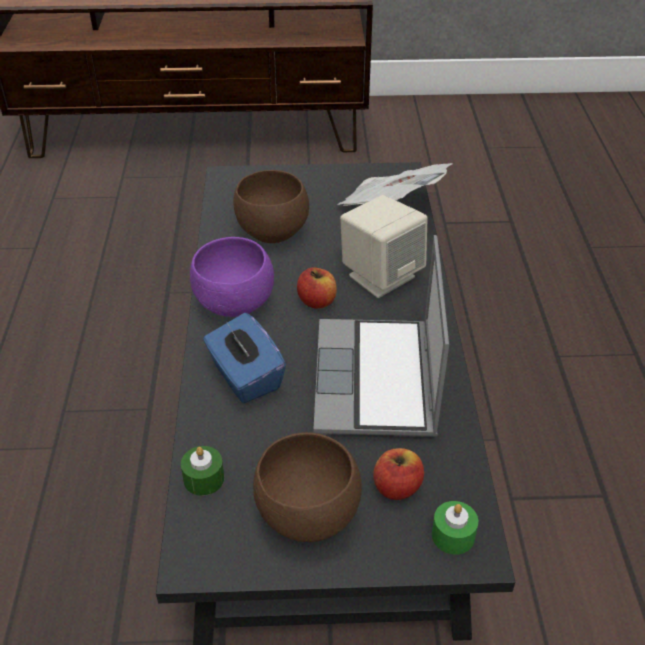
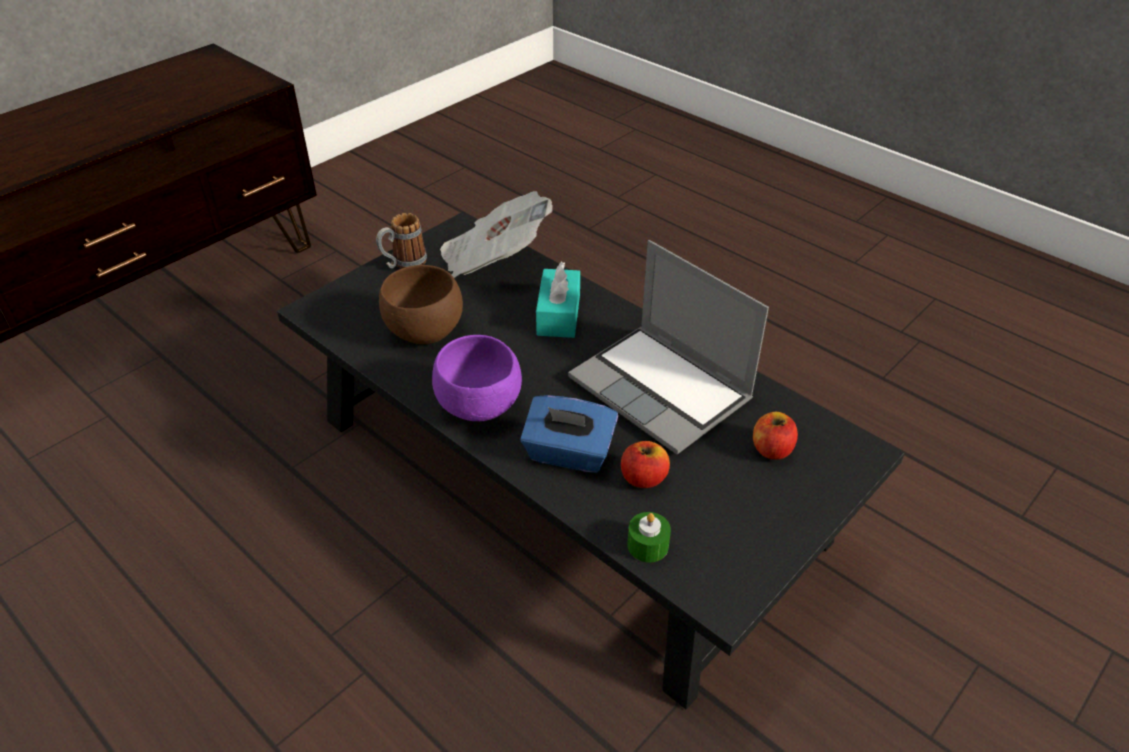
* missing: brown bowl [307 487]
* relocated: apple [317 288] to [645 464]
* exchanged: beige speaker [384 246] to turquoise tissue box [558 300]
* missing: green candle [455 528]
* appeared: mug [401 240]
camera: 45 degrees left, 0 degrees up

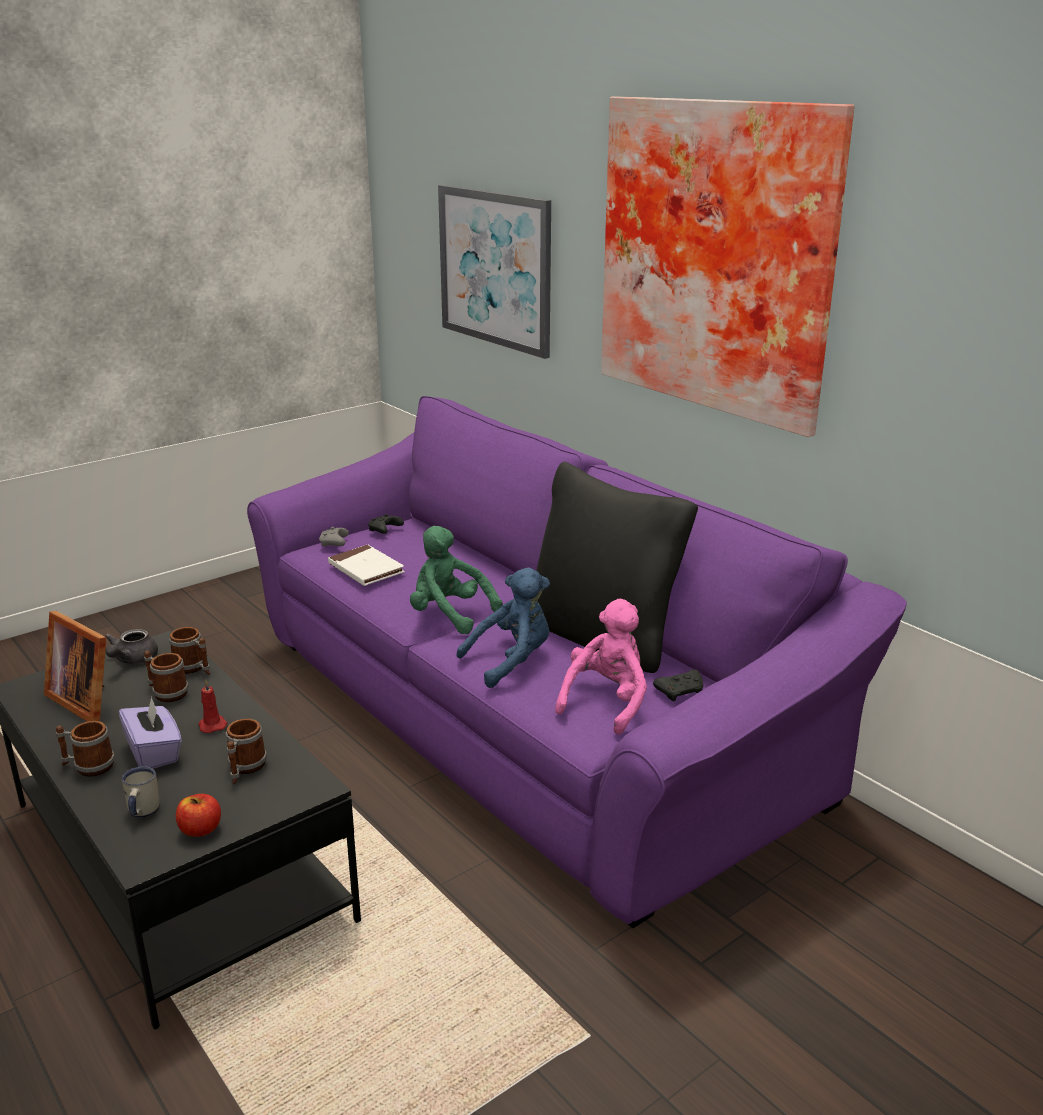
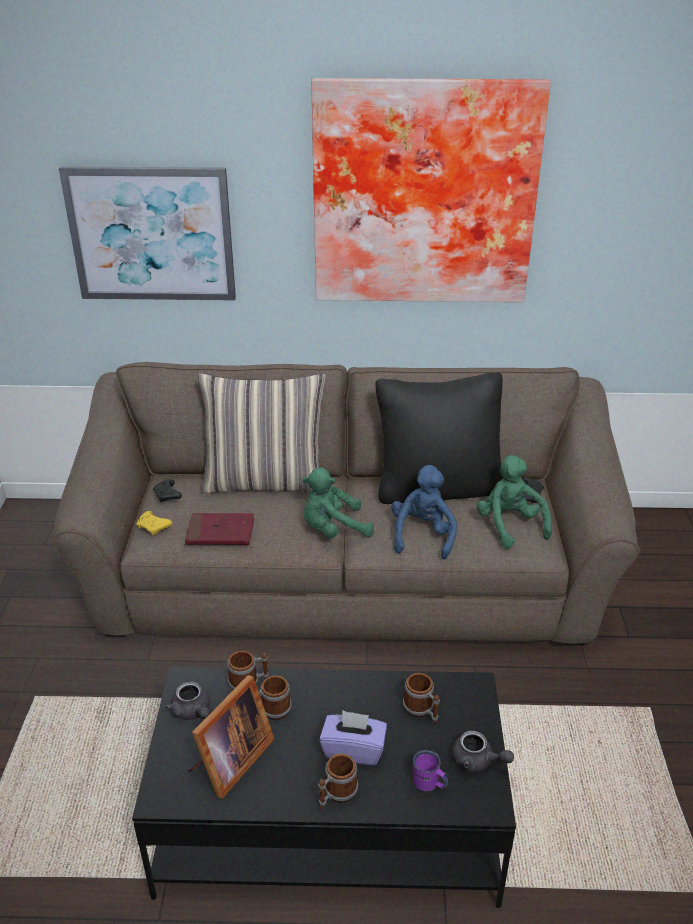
* spun: picture frame [75 666] = [231 737] 45 degrees counterclockwise
* colour: white mug [140 792] to purple mug [430 771]
* exchanged: apple [198 815] to grey teapot [483 751]
* missing: red candle [213 706]
* colour: purple sofa [577 662] to brown sofa [346 503]
* colour: grey game controller [334 537] to yellow game controller [154 523]
* colour: white book [366 565] to red book [220 529]
* colour: pink plush toy [601 667] to green plush toy [514 502]
* appeared: pillow [261 433]
camera: 50 degrees left, 10 degrees up

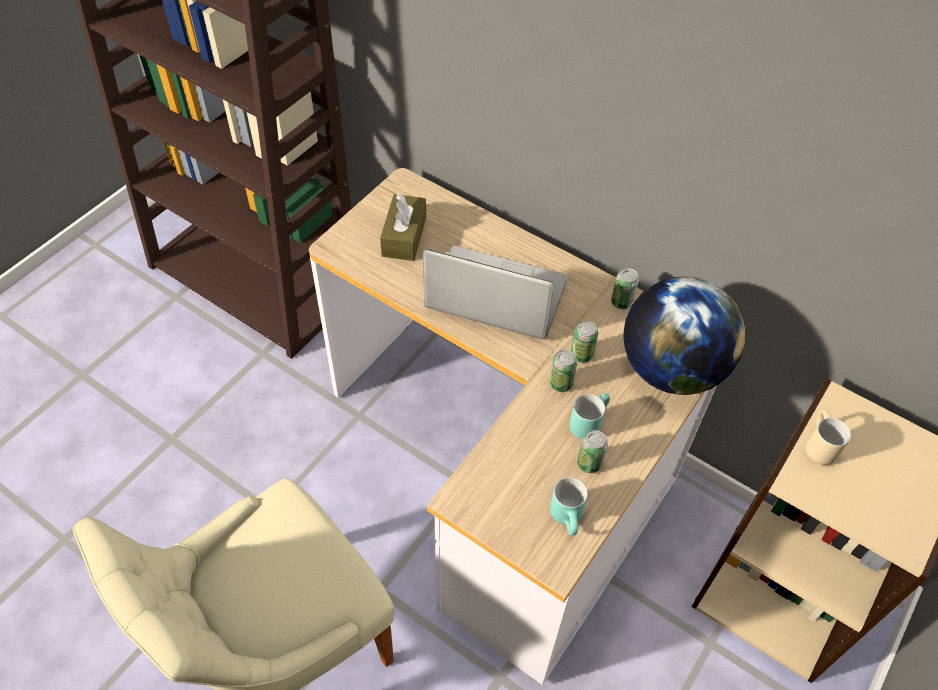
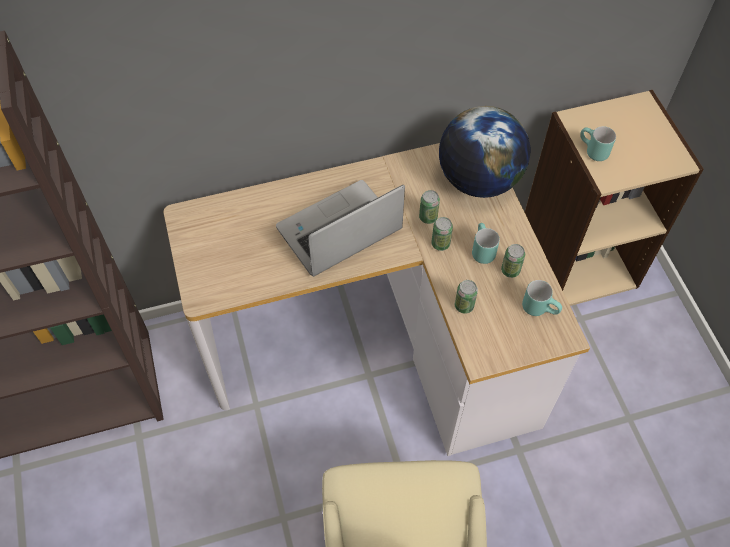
* missing: brown tissue box [403 227]
* relocated: can [625 288] to [466 297]
* colour: beige mug [828 437] to turquoise mug [598 143]
camera: 50 degrees left, 5 degrees up

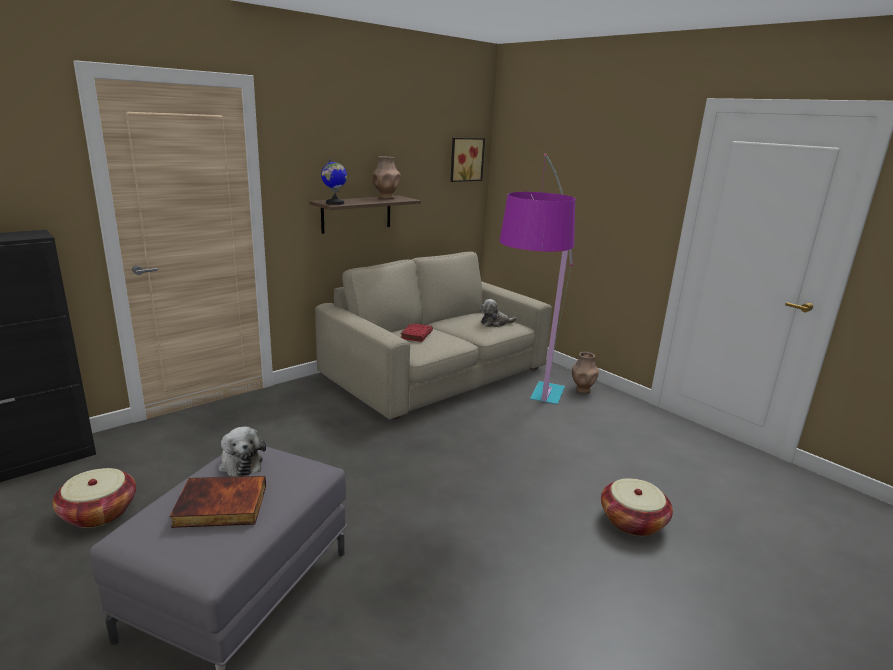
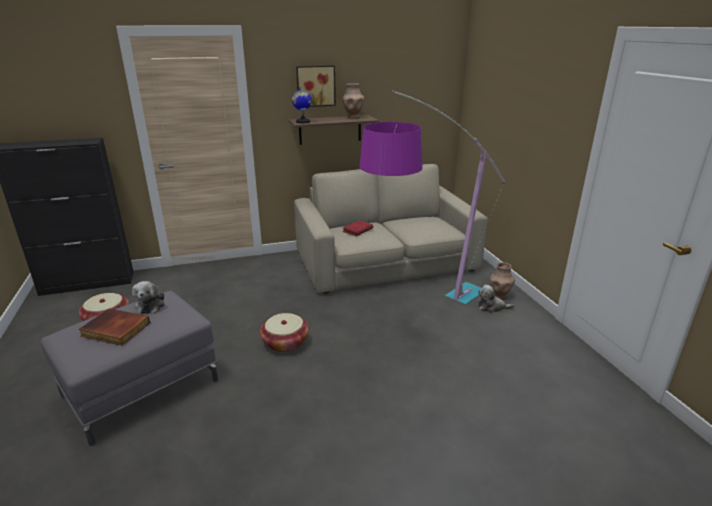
* relocated: picture [467 160] to [316 86]
* relocated: plush toy [499 313] to [496 299]
* relocated: basket [637 507] to [284 333]
camera: 25 degrees right, 5 degrees up

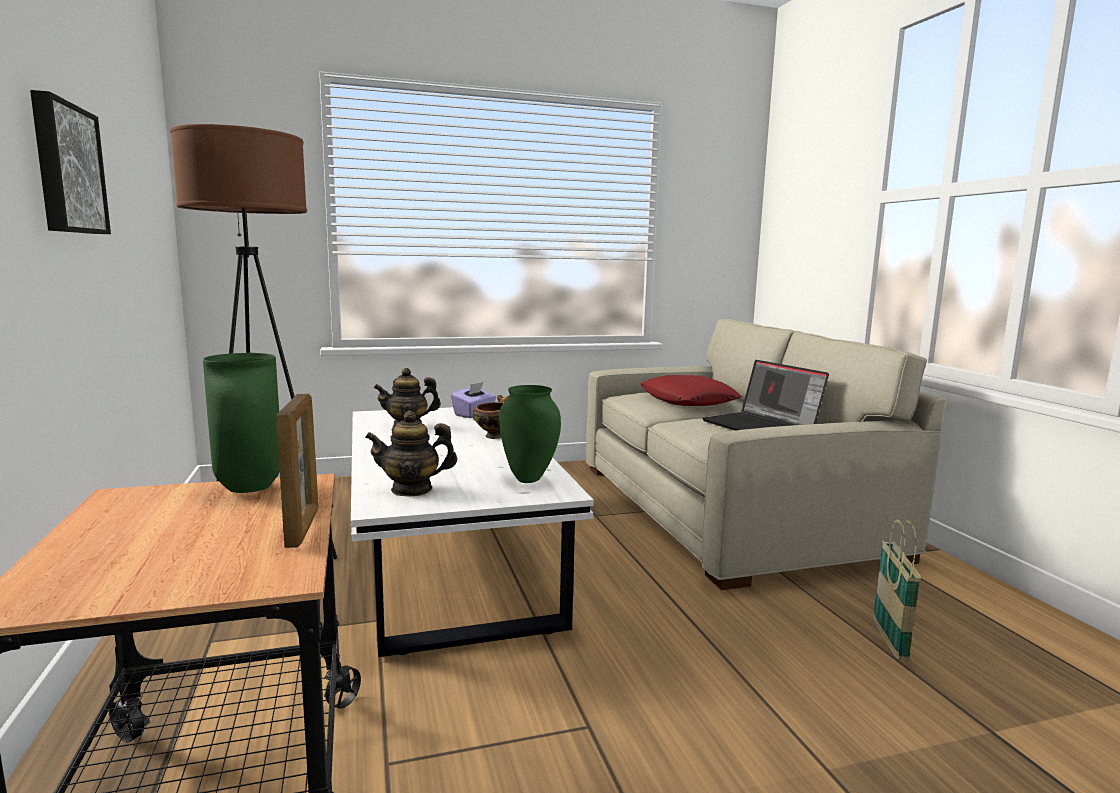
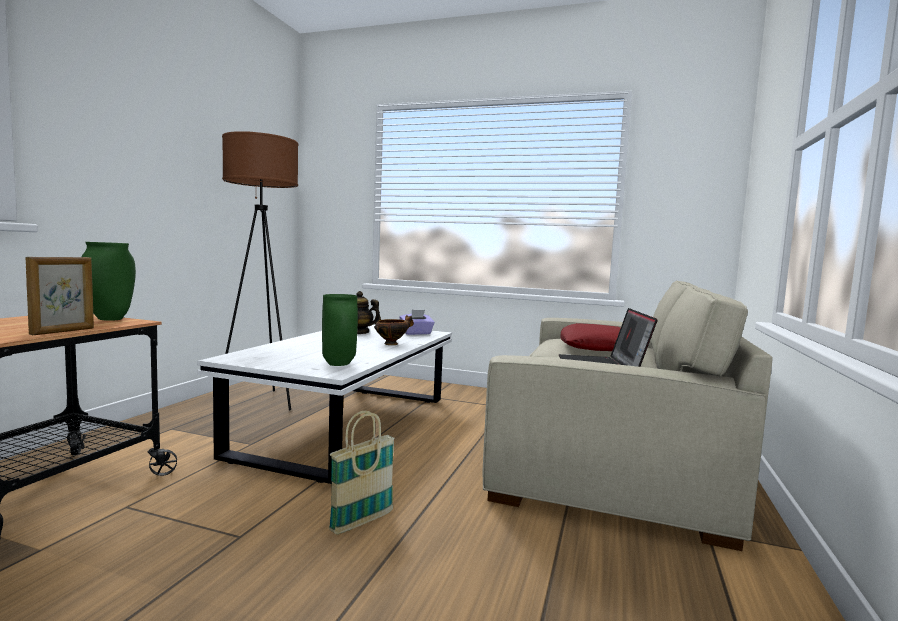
* missing: picture [70 162]
* missing: teapot [411 454]
* relocated: basket [897 589] to [362 472]
camera: 35 degrees right, 5 degrees down

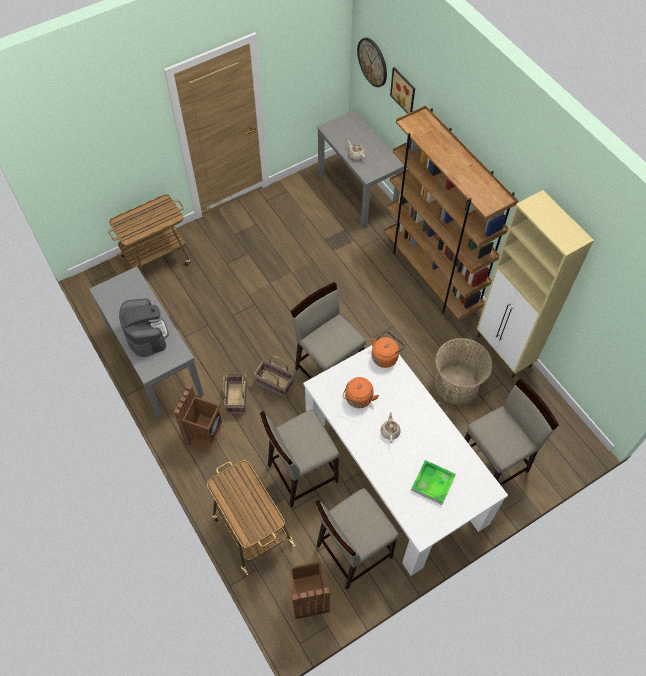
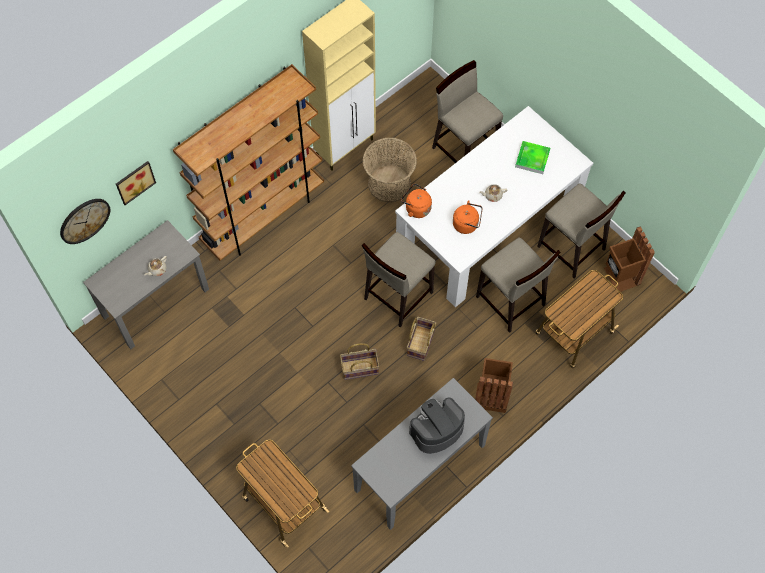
* relocated: basket [235 393] to [359 361]
camera: 100 degrees left, 5 degrees up

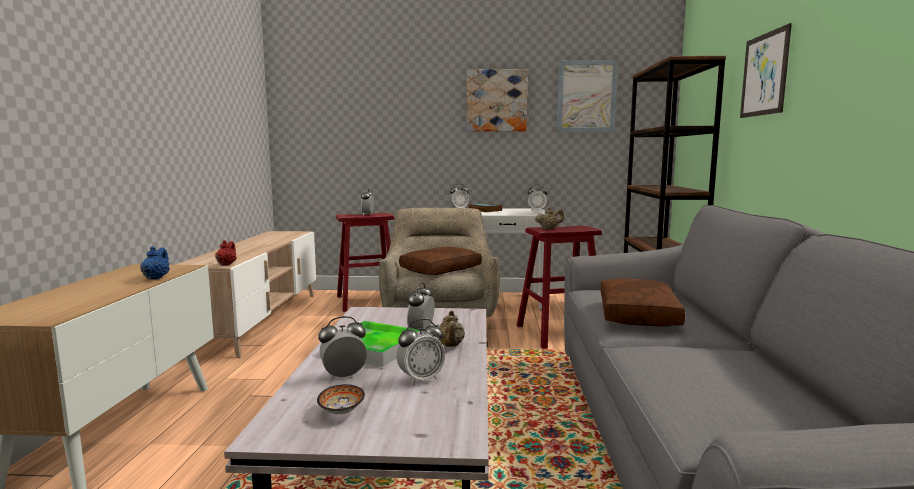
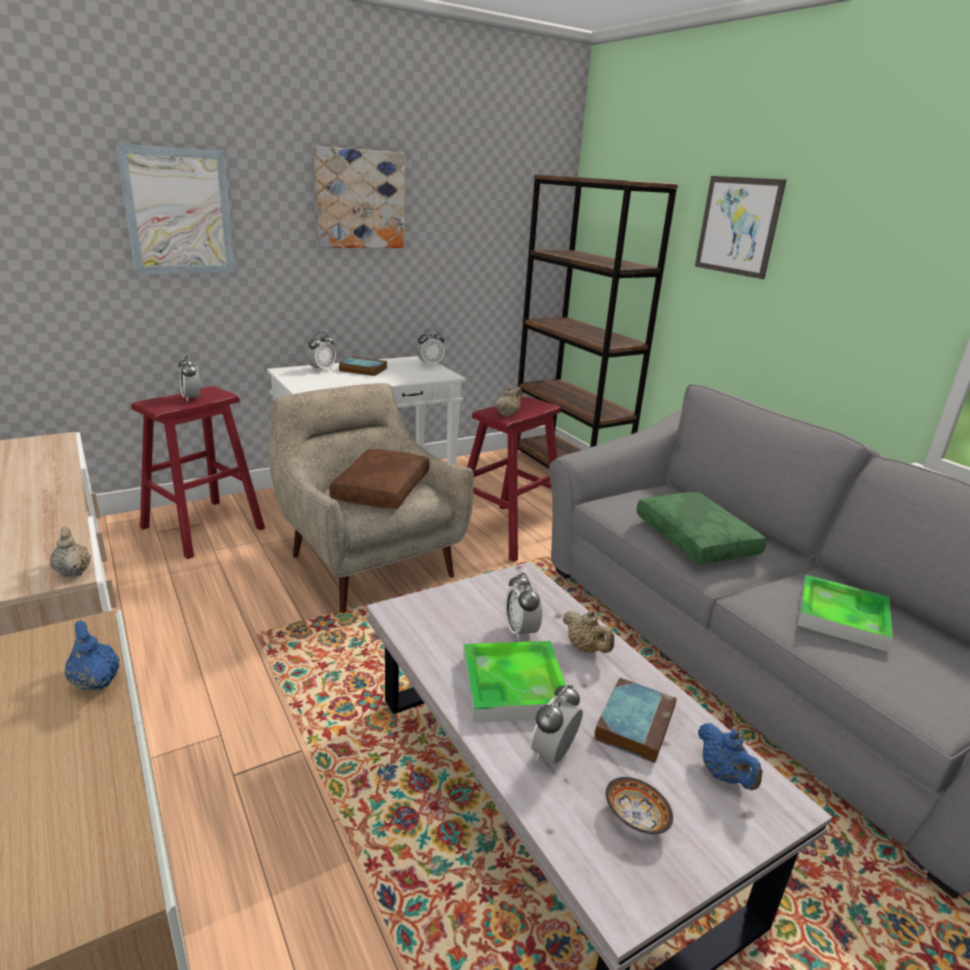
* colour: red teapot [226 253] to beige teapot [70 552]
* exchanged: alarm clock [421 351] to book [635 720]
* relocated: picture [587 96] to [175 209]
* colour: brown pillow [643 302] to green pillow [701 528]
* appeared: blue teapot [730 756]
* appeared: tray [845 613]
camera: 35 degrees left, 15 degrees up

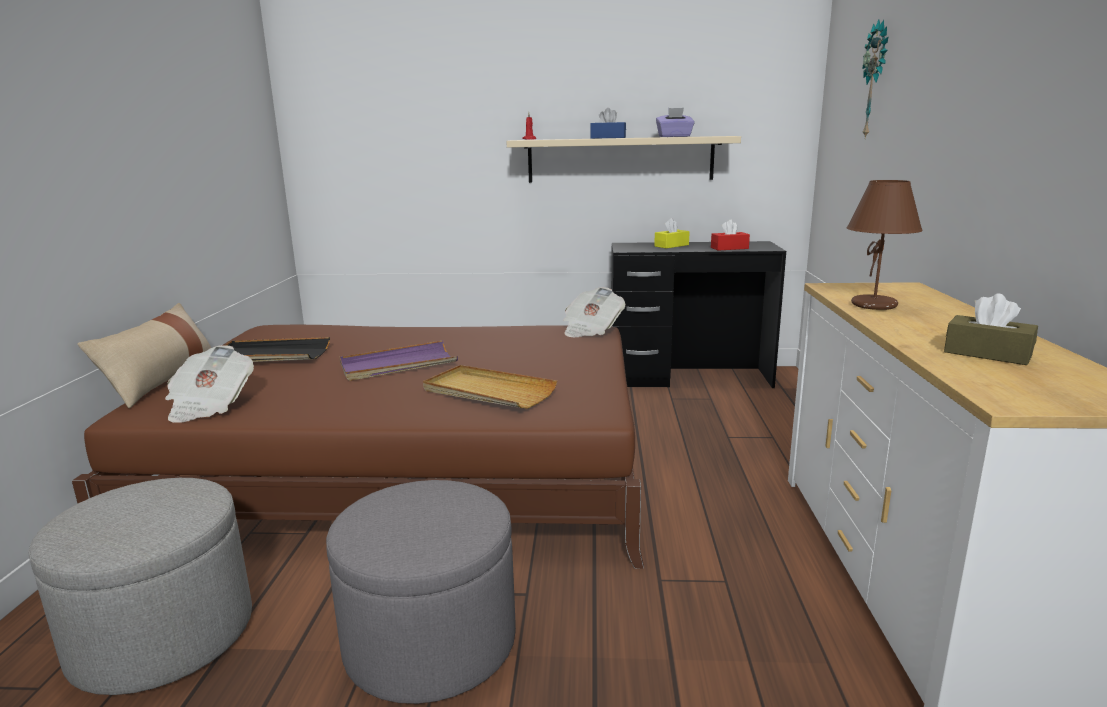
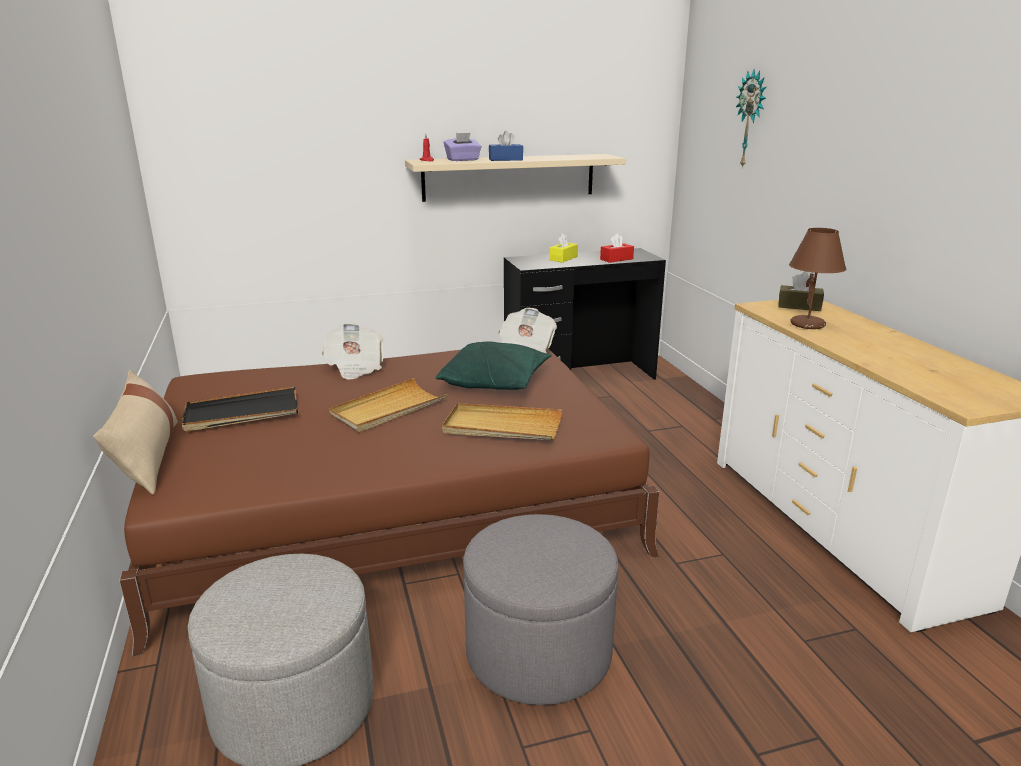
* relocated: newspaper [209 384] to [352 351]
* colour: purple tray [399 360] to beige tray [388 405]
* relocated: purple tissue box [675 122] to [462 147]
* relocated: brown tissue box [991 329] to [801 291]
* appeared: green pillow [494 365]
camera: 20 degrees left, 5 degrees up

